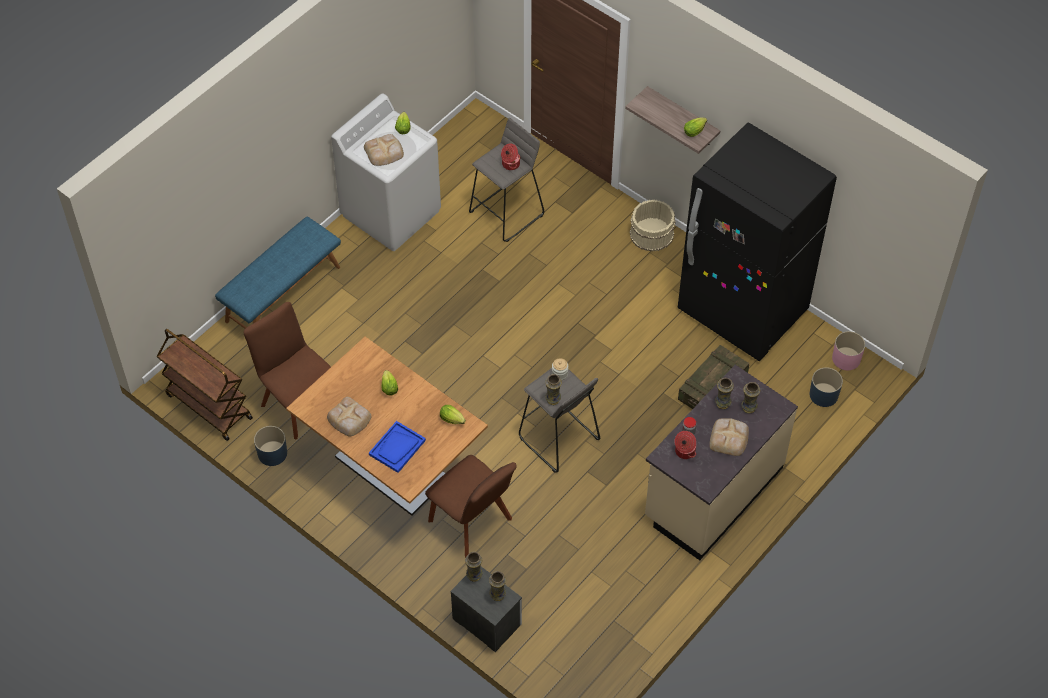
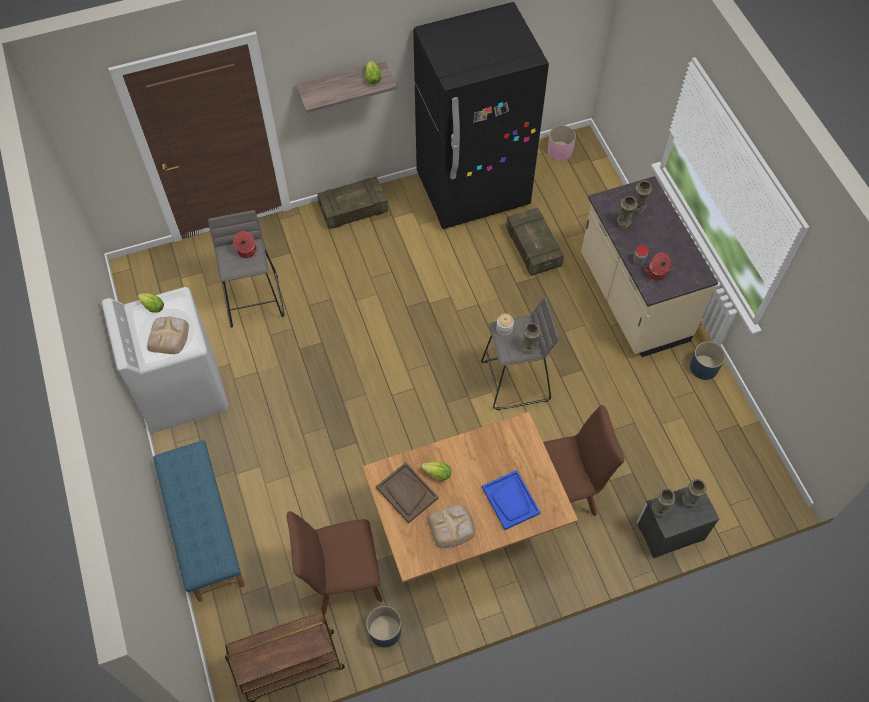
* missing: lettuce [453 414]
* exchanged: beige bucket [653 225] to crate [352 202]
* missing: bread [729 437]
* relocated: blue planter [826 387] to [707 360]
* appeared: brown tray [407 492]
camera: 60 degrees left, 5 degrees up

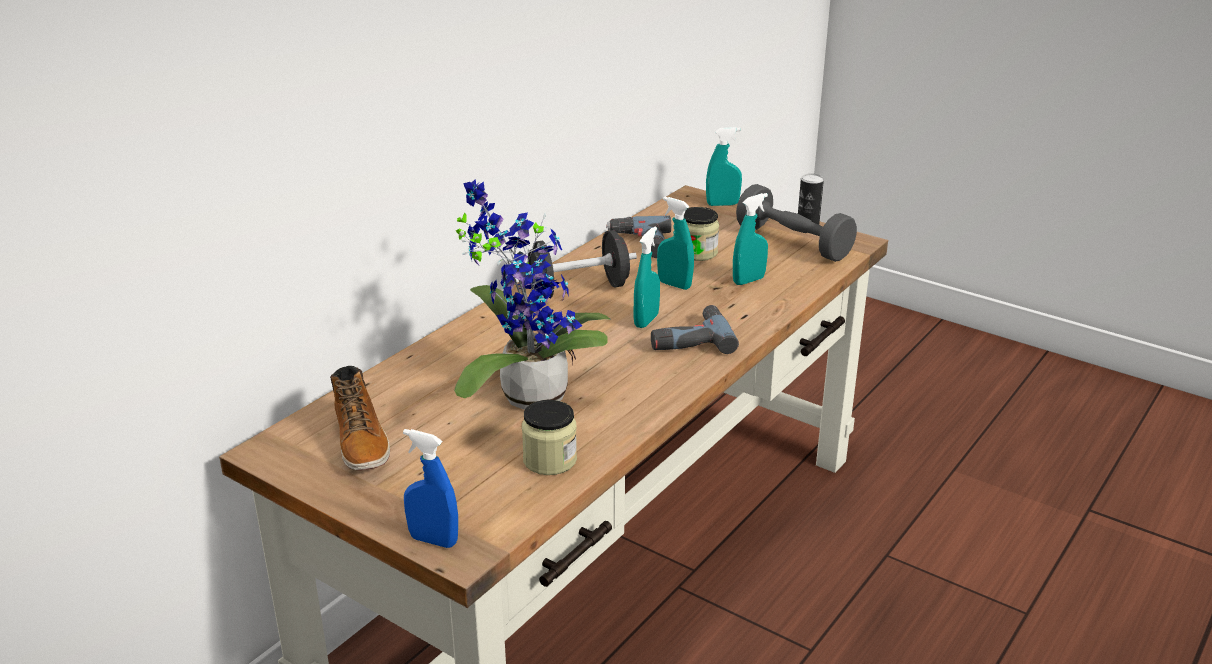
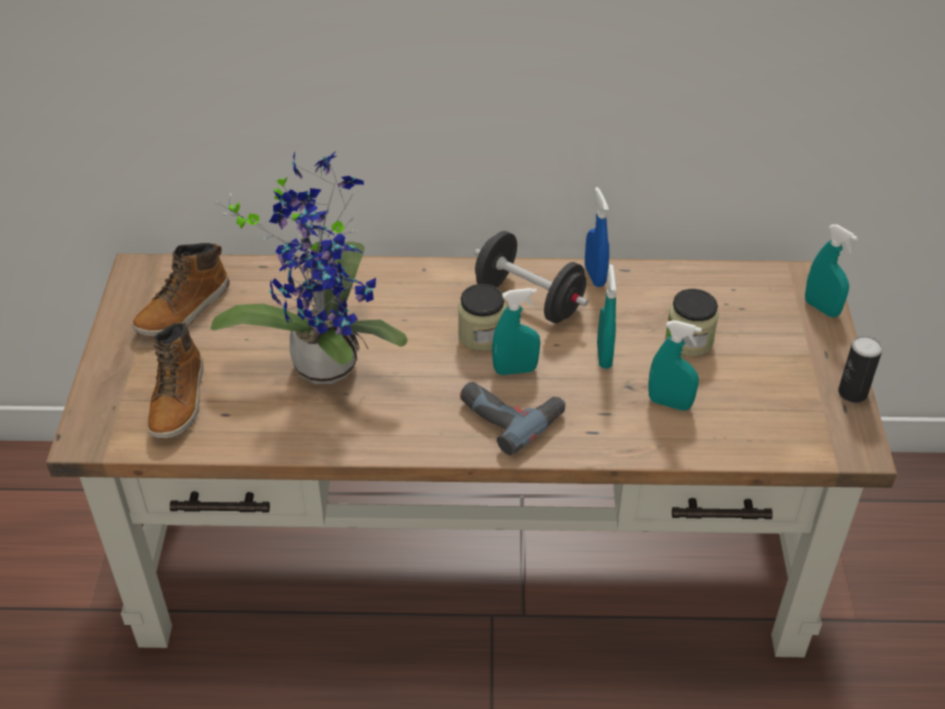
* relocated: blue spray bottle [430 488] to [597 237]
* relocated: jar [549 437] to [482 317]
* missing: power drill [638 236]
* missing: grey dumbbell [796 223]
* appeared: boot [176 380]
camera: 55 degrees right, 15 degrees up

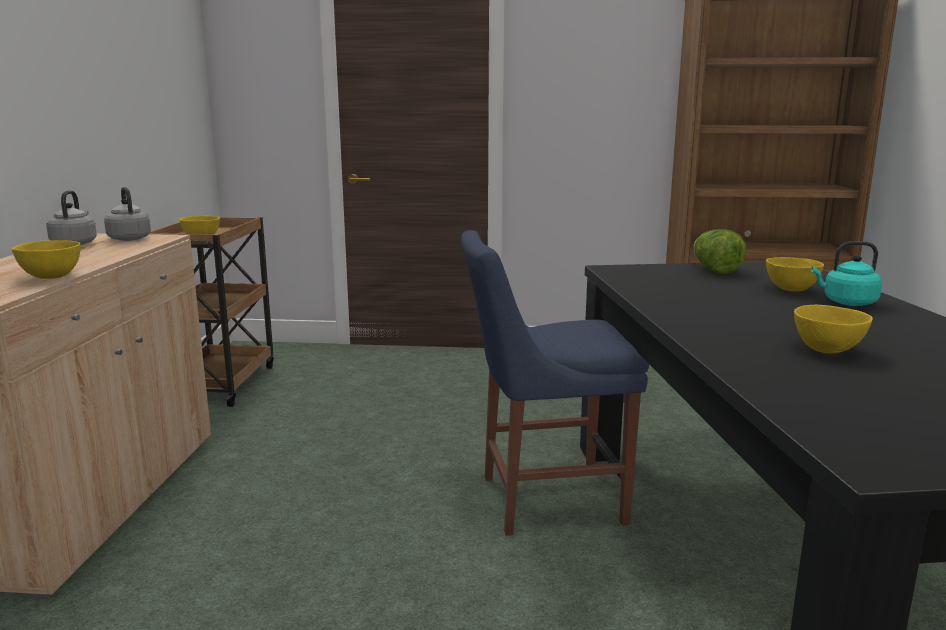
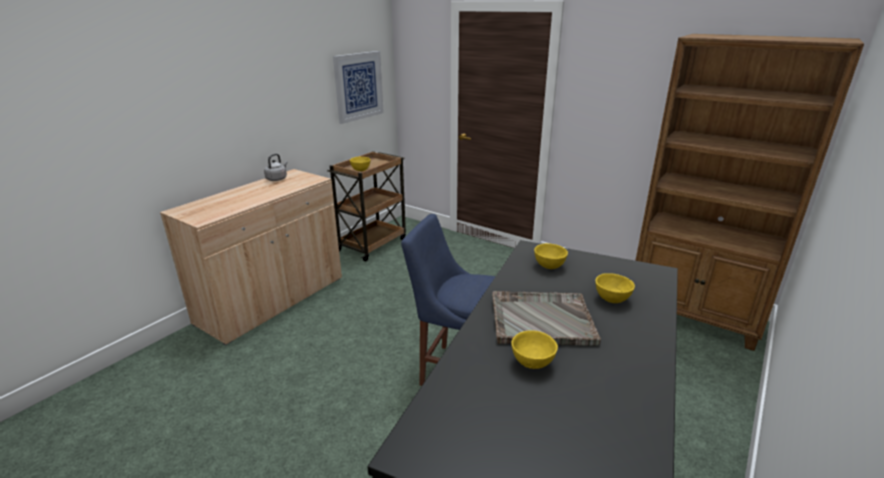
* relocated: yellow bowl [46 259] to [551 256]
* missing: grey kettle [127 214]
* missing: lettuce [720 251]
* missing: turquoise kettle [846 273]
* appeared: picture [358 87]
* appeared: grey tray [546 318]
camera: 30 degrees right, 10 degrees up

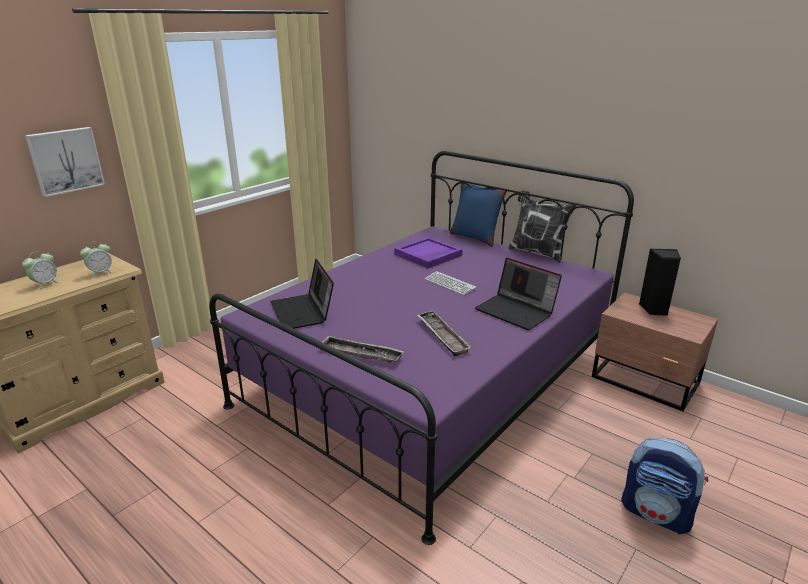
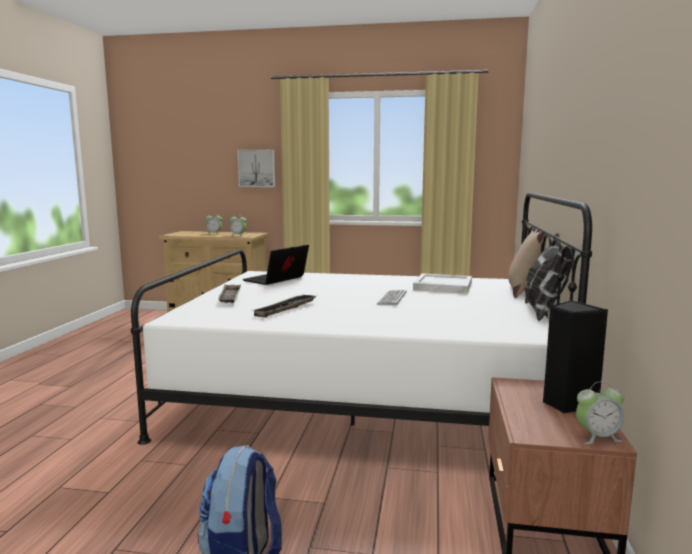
* colour: purple bed [421 348] to white bed [361 318]
* colour: purple tray [429 252] to white tray [442 283]
* colour: blue pillow [478 213] to beige pillow [527 261]
* missing: laptop [518 294]
* appeared: alarm clock [600 413]
camera: 60 degrees right, 15 degrees down

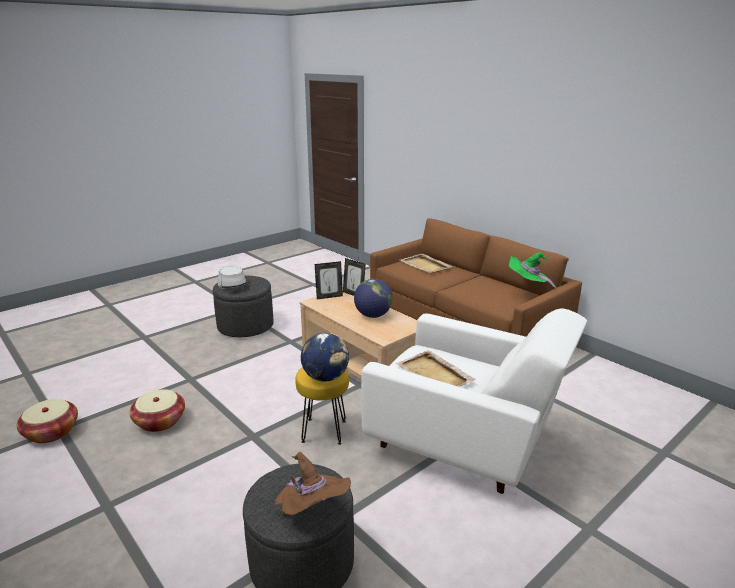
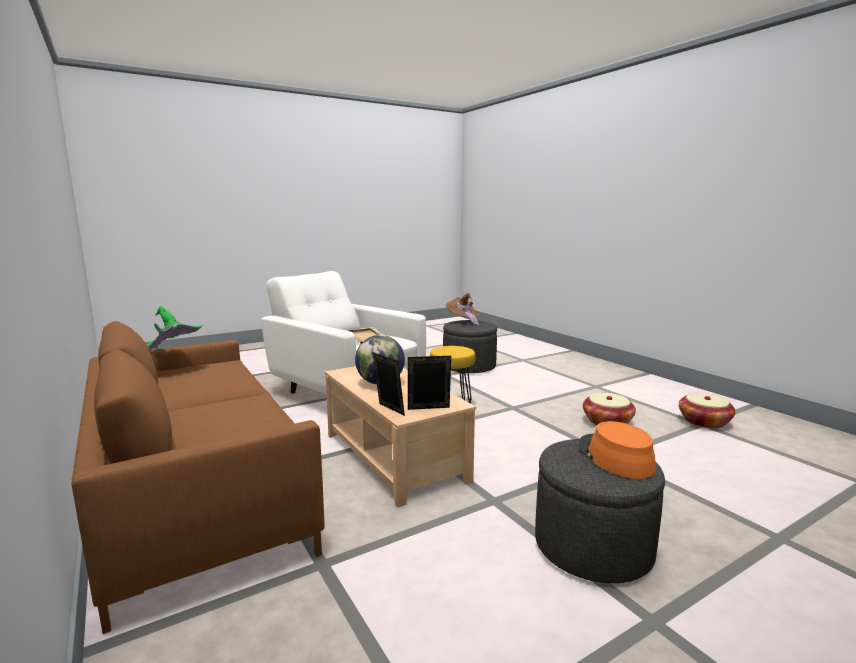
* colour: grey hat [233 278] to orange hat [617 450]
* missing: globe [325 357]
* missing: beige tray [427 263]
camera: 170 degrees left, 10 degrees down

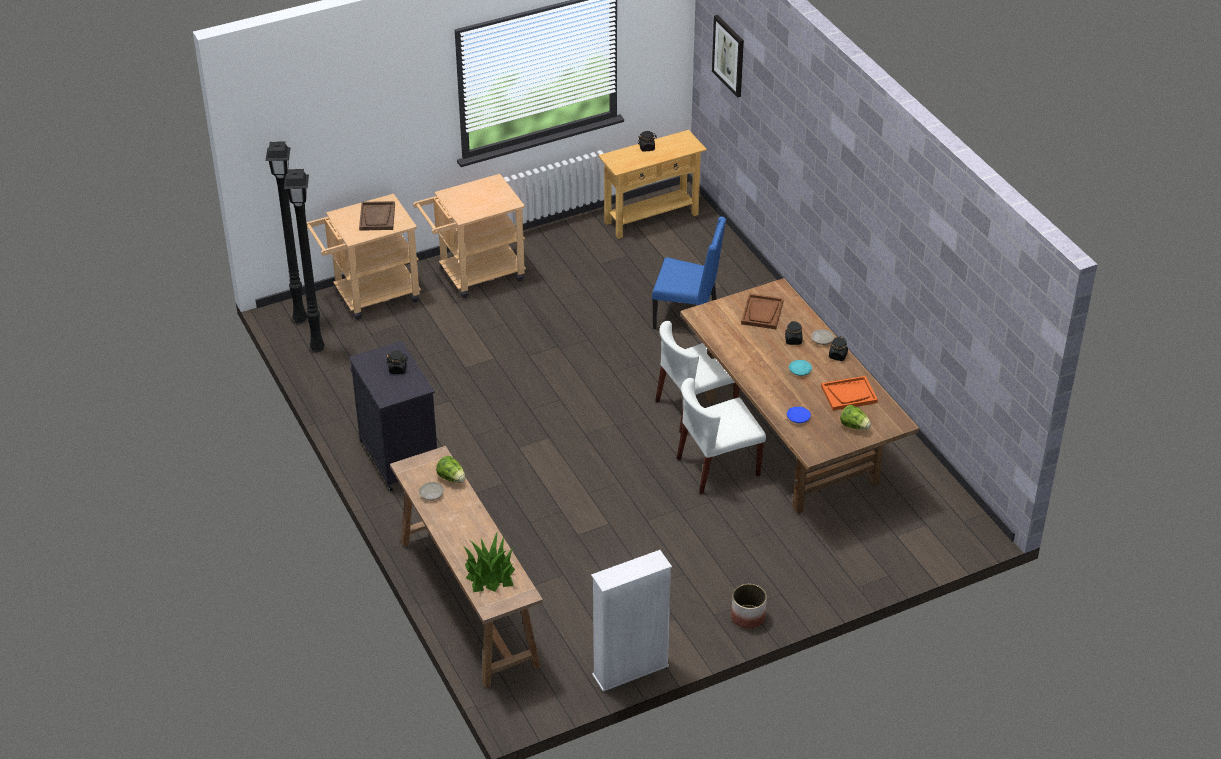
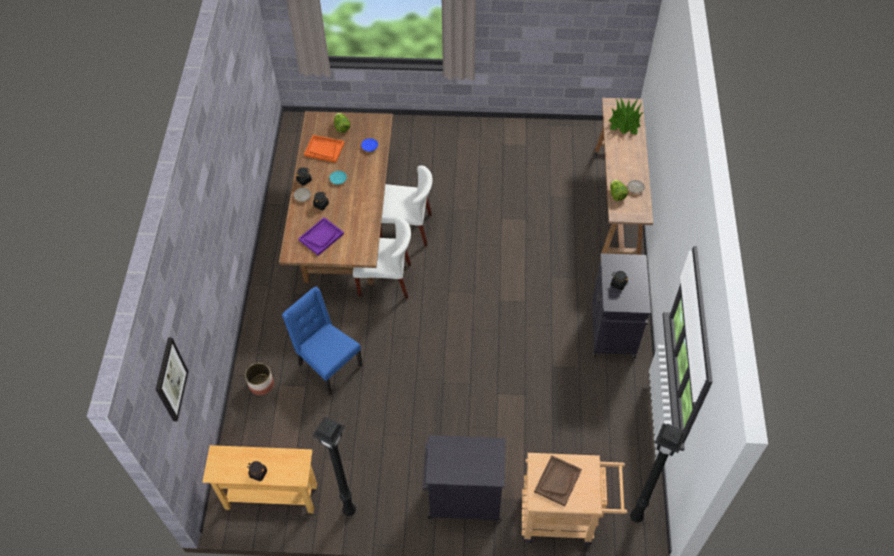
* relocated: black floor lamp [304 260] to [334 466]
* exchanged: beige cart [469 236] to black cabinet [464 478]
* missing: white bookcase [631 621]
* relocated: planter [749 606] to [259 379]
* colour: brown tray [762 311] to purple tray [321 236]
camera: 150 degrees left, 15 degrees up

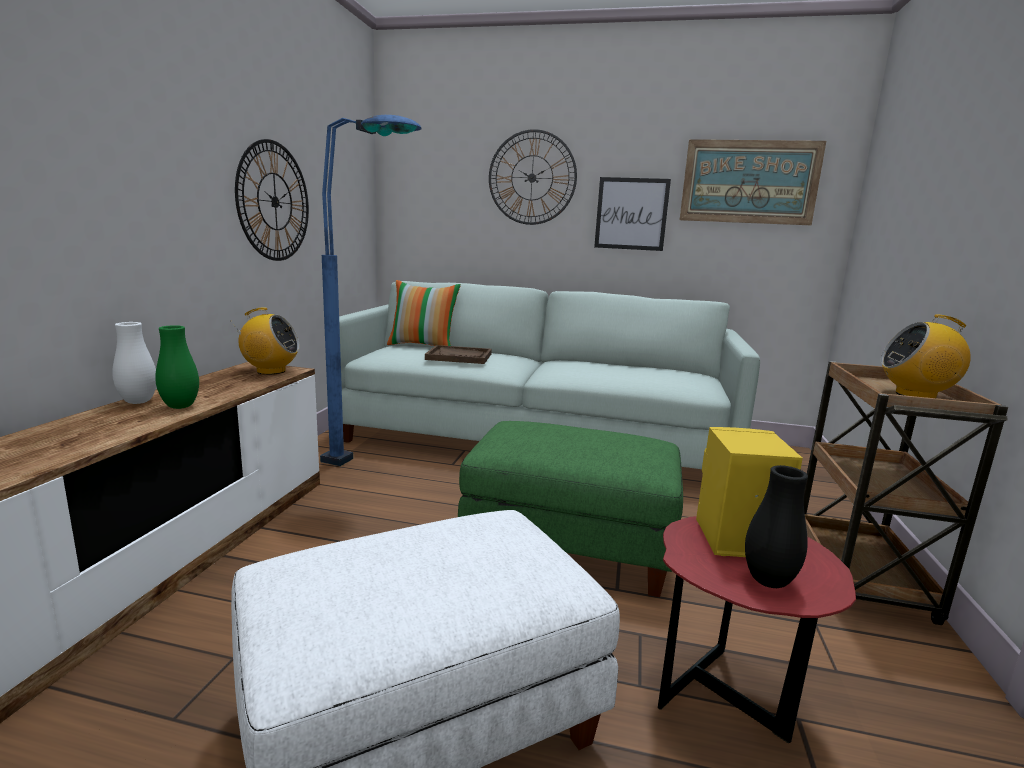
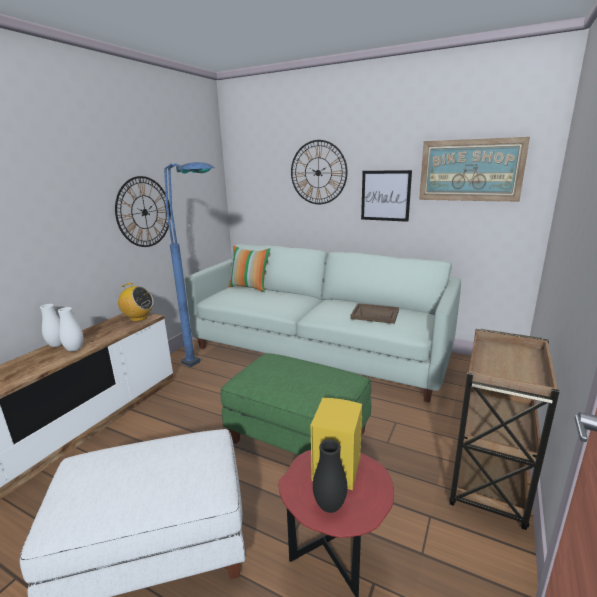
* colour: green vase [177 367] to white vase [70 329]
* relocated: brown tray [458 354] to [374 313]
* missing: radio [926 356]
camera: 15 degrees right, 5 degrees up

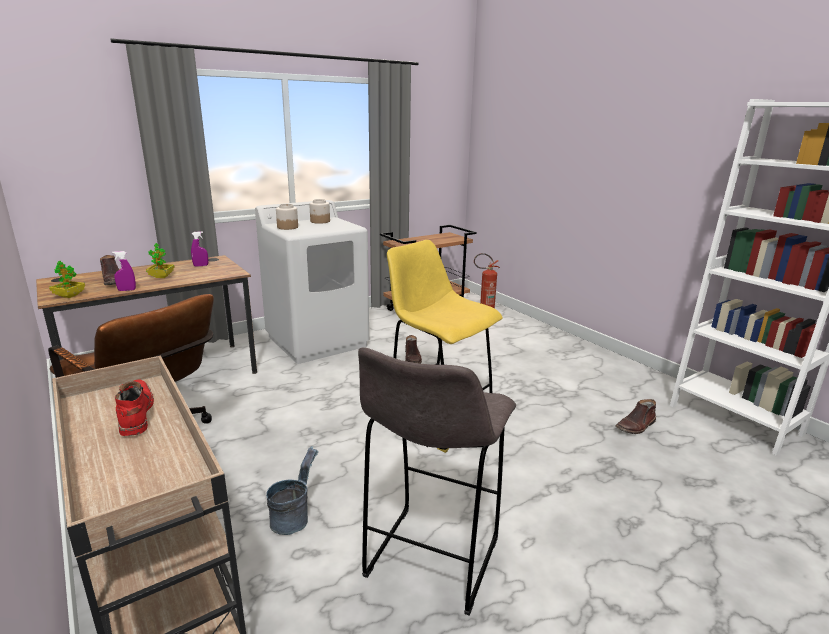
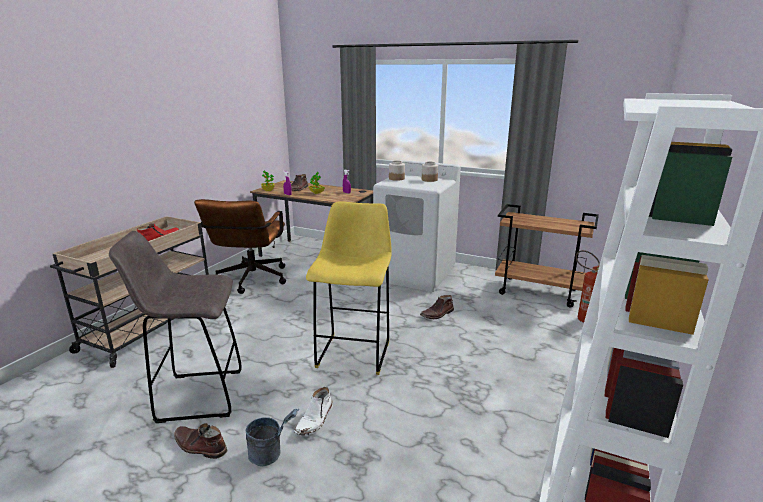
* relocated: grey bucket [292 490] to [272 437]
* relocated: brown boot [635 416] to [200 441]
* appeared: white boot [313 411]
camera: 60 degrees right, 0 degrees up

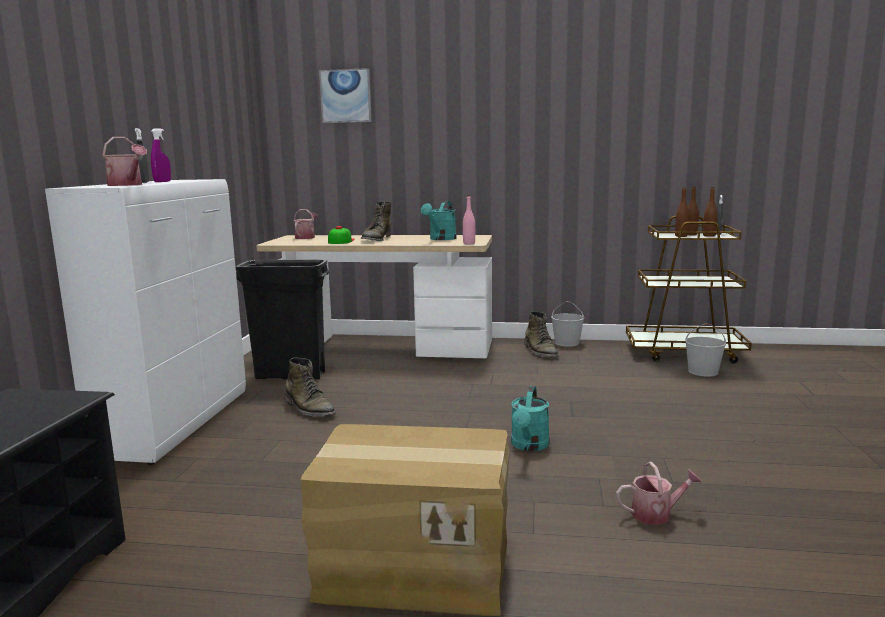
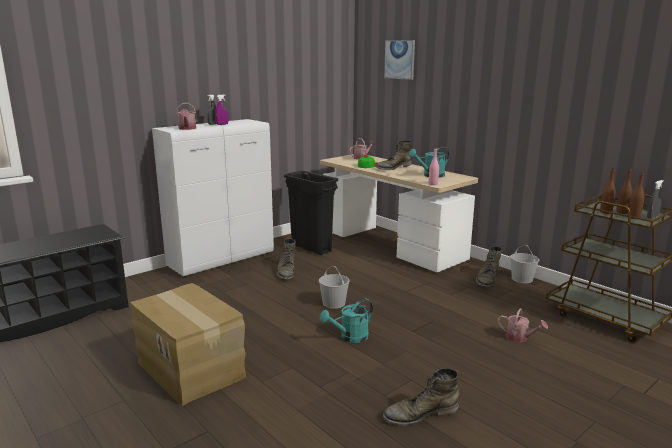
* relocated: watering can [659 493] to [523 325]
* relocated: white bucket [705 350] to [334 287]
* appeared: green boot [421 397]
camera: 40 degrees right, 5 degrees up

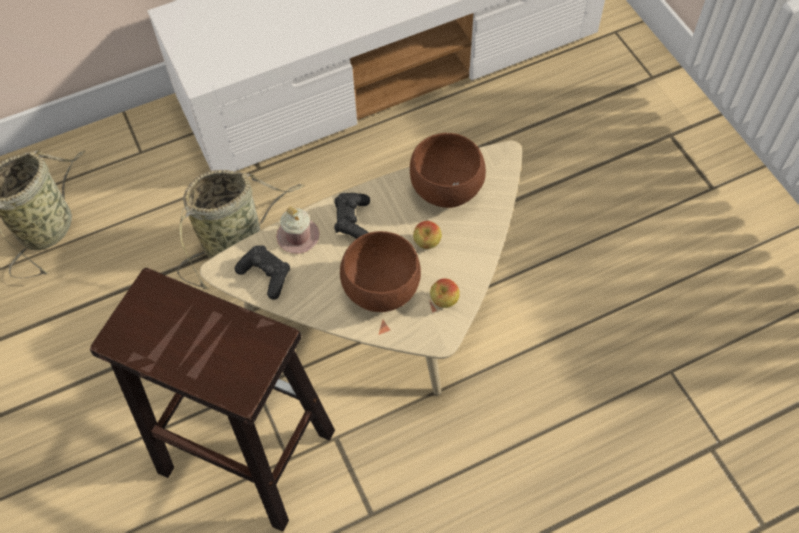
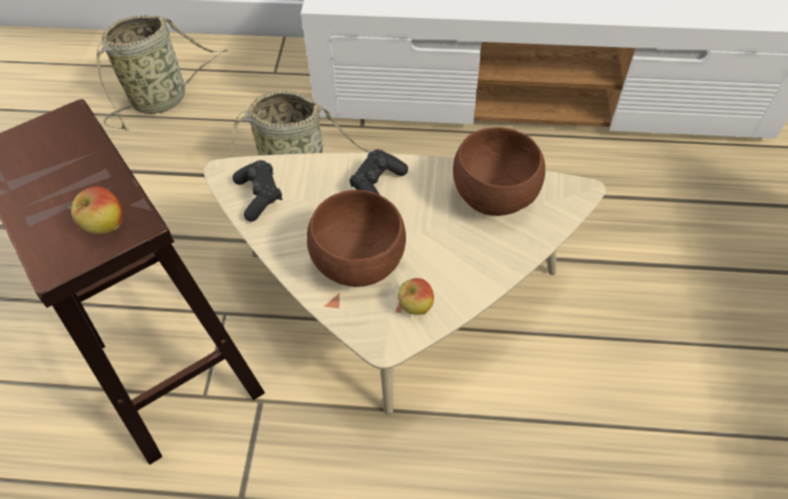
* missing: pink mug [297 230]
* relocated: apple [427 235] to [95 210]
camera: 30 degrees right, 5 degrees down

